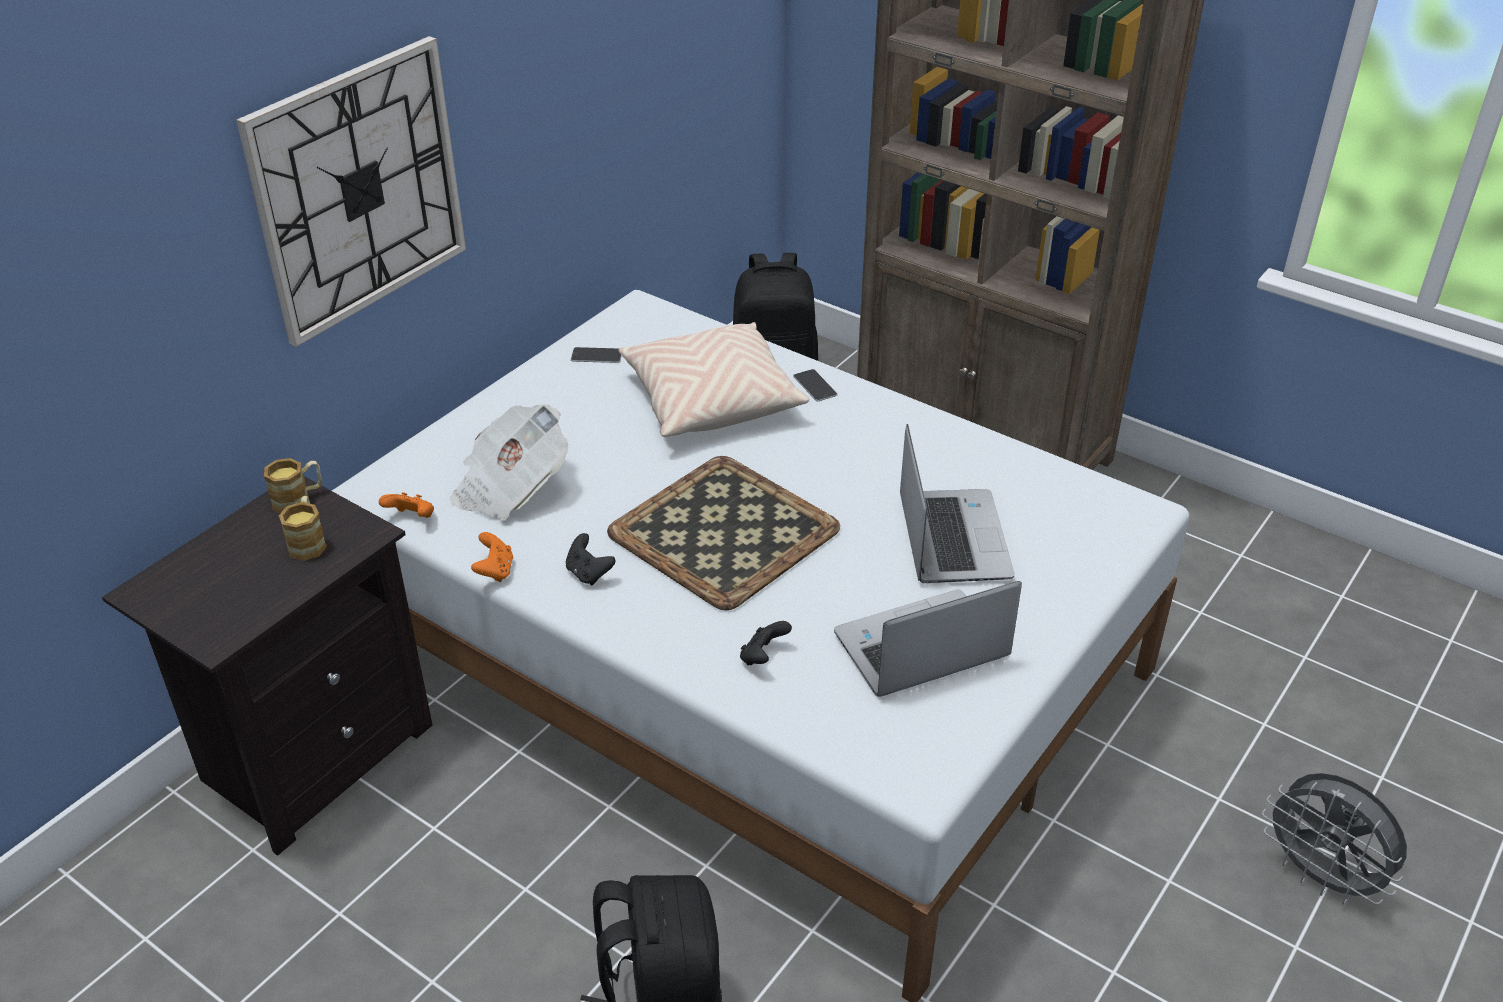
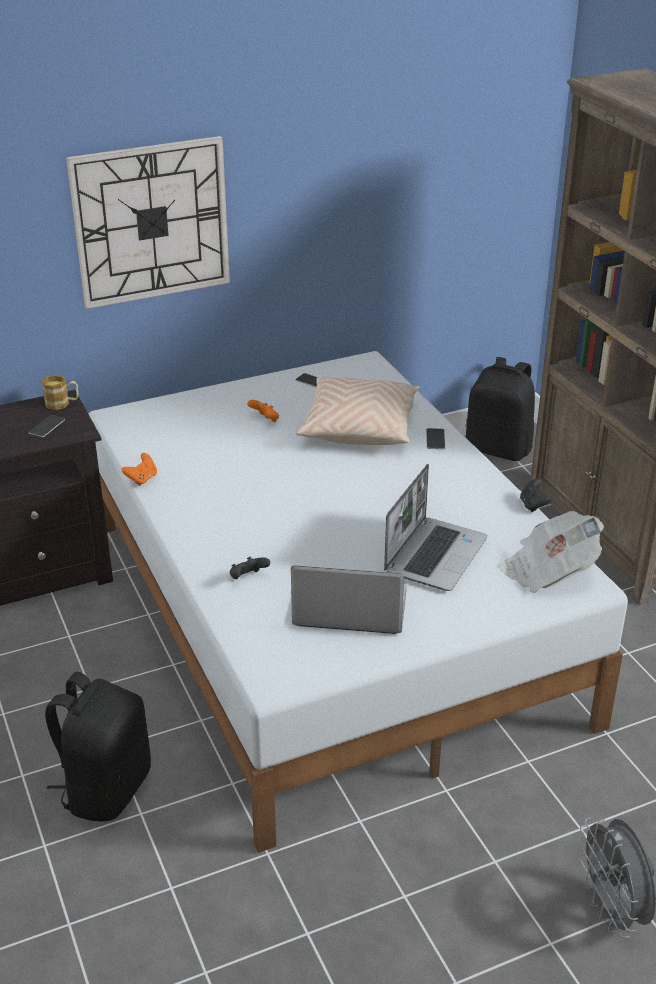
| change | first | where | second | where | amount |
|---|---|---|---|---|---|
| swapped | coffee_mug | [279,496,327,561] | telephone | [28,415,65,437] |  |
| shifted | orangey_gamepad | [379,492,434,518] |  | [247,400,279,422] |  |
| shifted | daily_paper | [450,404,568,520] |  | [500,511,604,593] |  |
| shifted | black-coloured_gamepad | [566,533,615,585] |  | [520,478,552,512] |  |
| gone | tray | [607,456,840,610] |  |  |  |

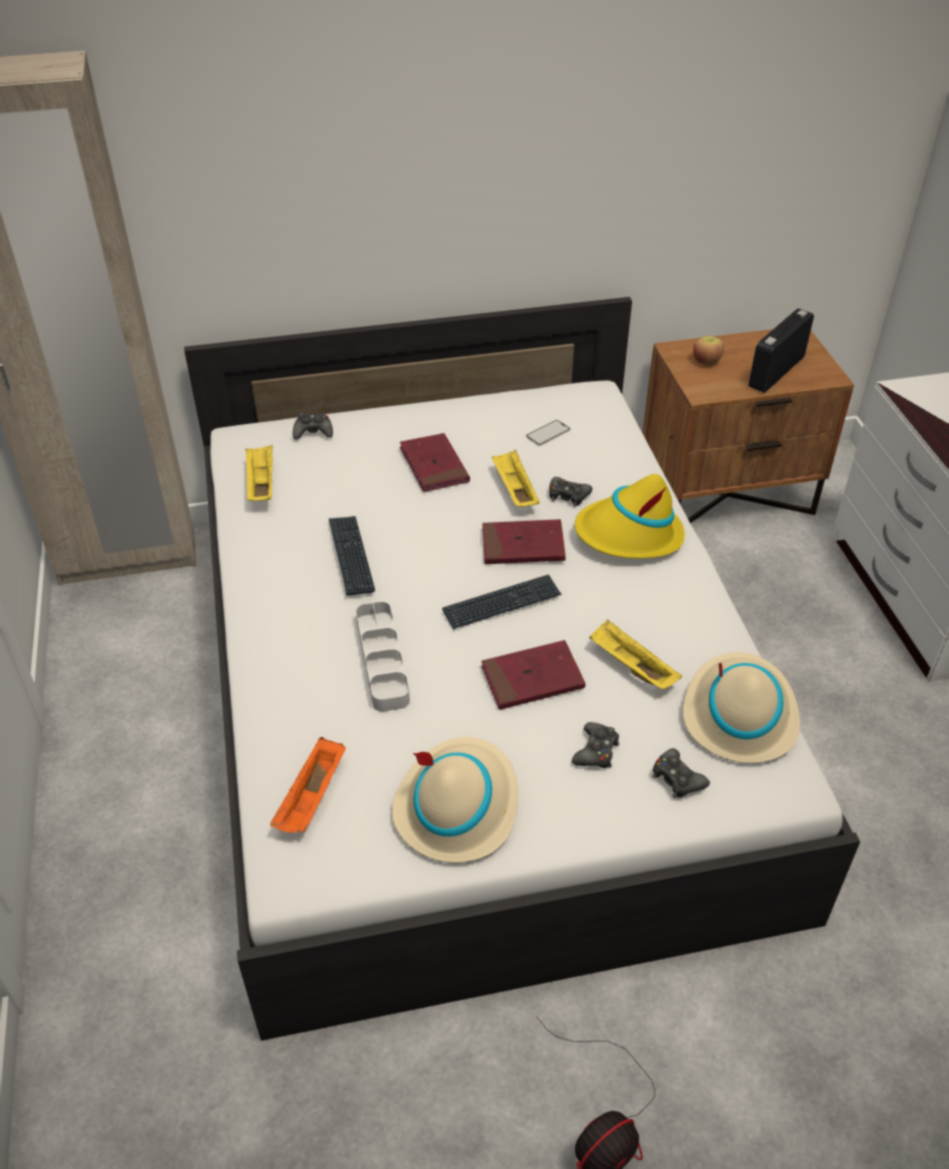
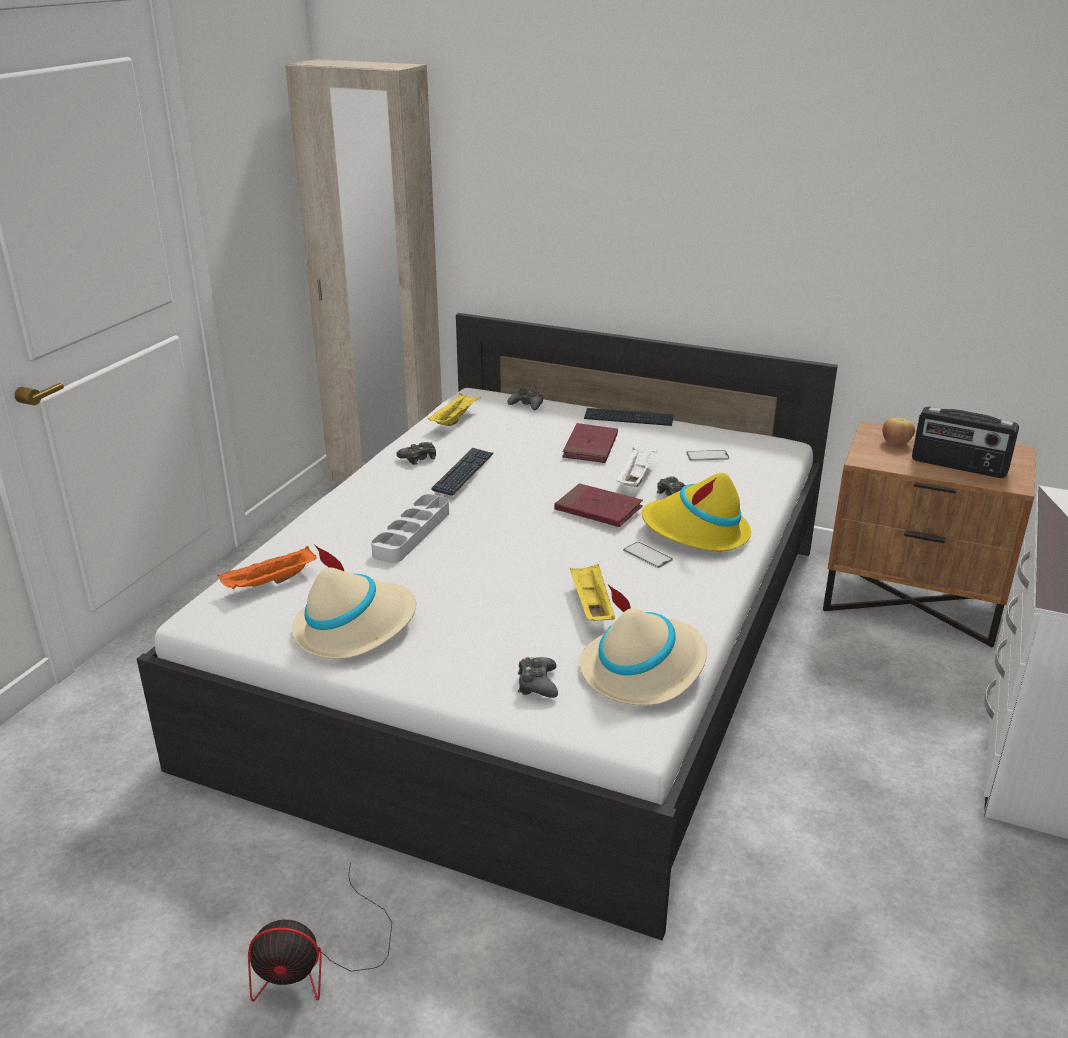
| change | first | where | second | where | amount |
|---|---|---|---|---|---|
| shifted | PC_keyboard | [442,574,561,629] |  | [584,408,674,426] |  |
| gone | red-coloured_book | [481,640,585,710] |  |  |  |
| repainted | yellow-coloured_tray | [492,450,540,507] | white_tray | [616,447,658,487] |  |
| shifted | black-coloured_gamepad | [572,722,619,768] |  | [396,442,436,465] |  |
| rotated | radio_receiver | [749,308,814,393] |  | [912,407,1019,478] | 135 degrees counterclockwise |
| new |  |  | telephone | [623,542,673,568] |  |

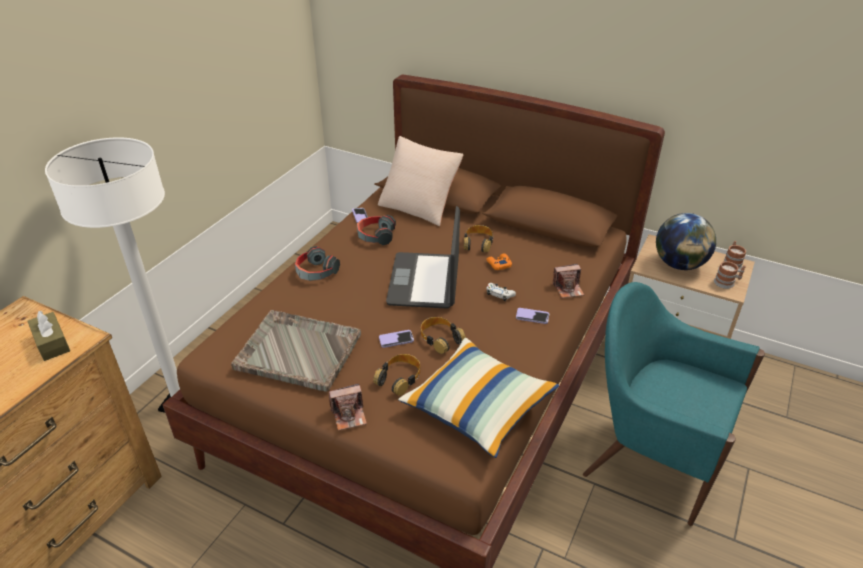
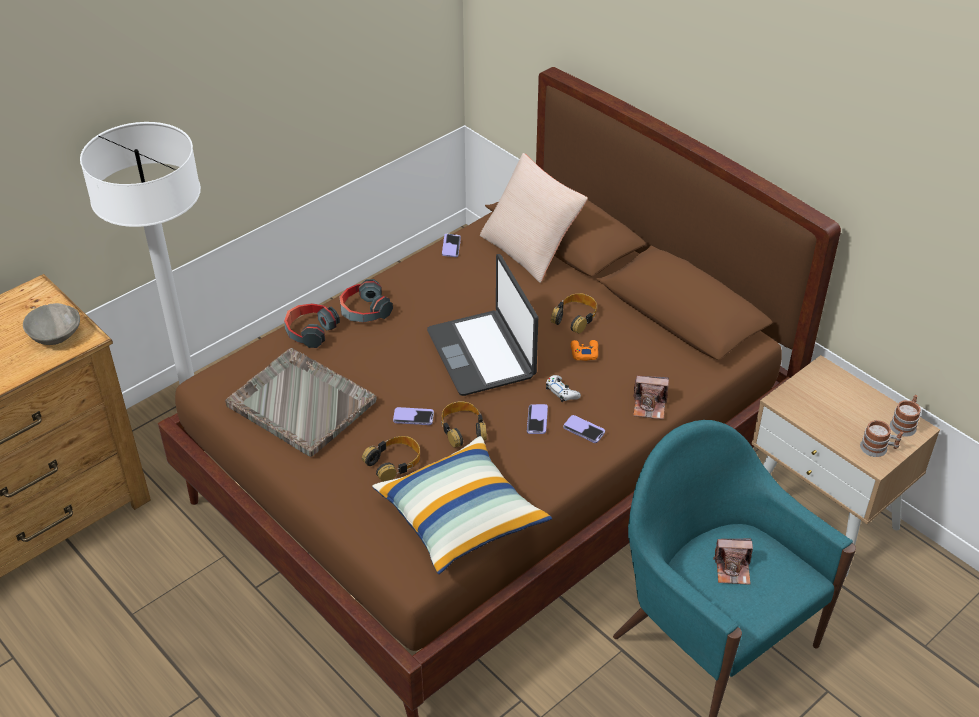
| change | first | where | second | where | amount |
|---|---|---|---|---|---|
| swapped | brown-coloured_box_of_tissues | [27,311,70,361] | grey_deep_dish | [23,303,80,345] |  |
| shifted | photo_camera | [329,383,367,431] |  | [713,539,753,585] |  |
| shifted | headset | [357,215,396,245] |  | [284,303,340,348] |  |
| rotated | laptop | [386,206,460,309] |  | [427,254,538,396] | 45 degrees counterclockwise |
| gone | desk_globe | [656,213,716,270] |  |  |  |
| new |  |  | telephone | [527,404,548,434] |  |

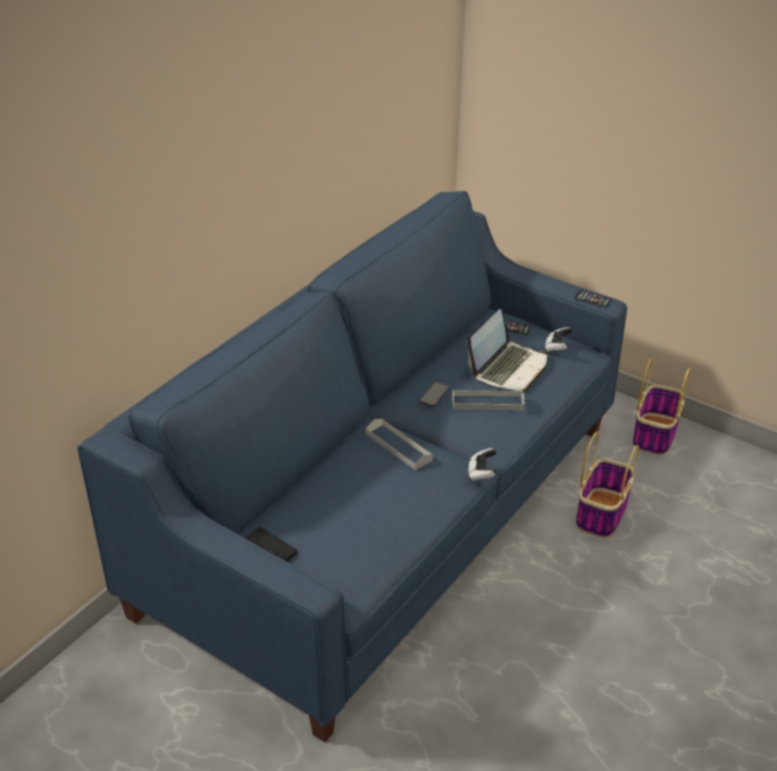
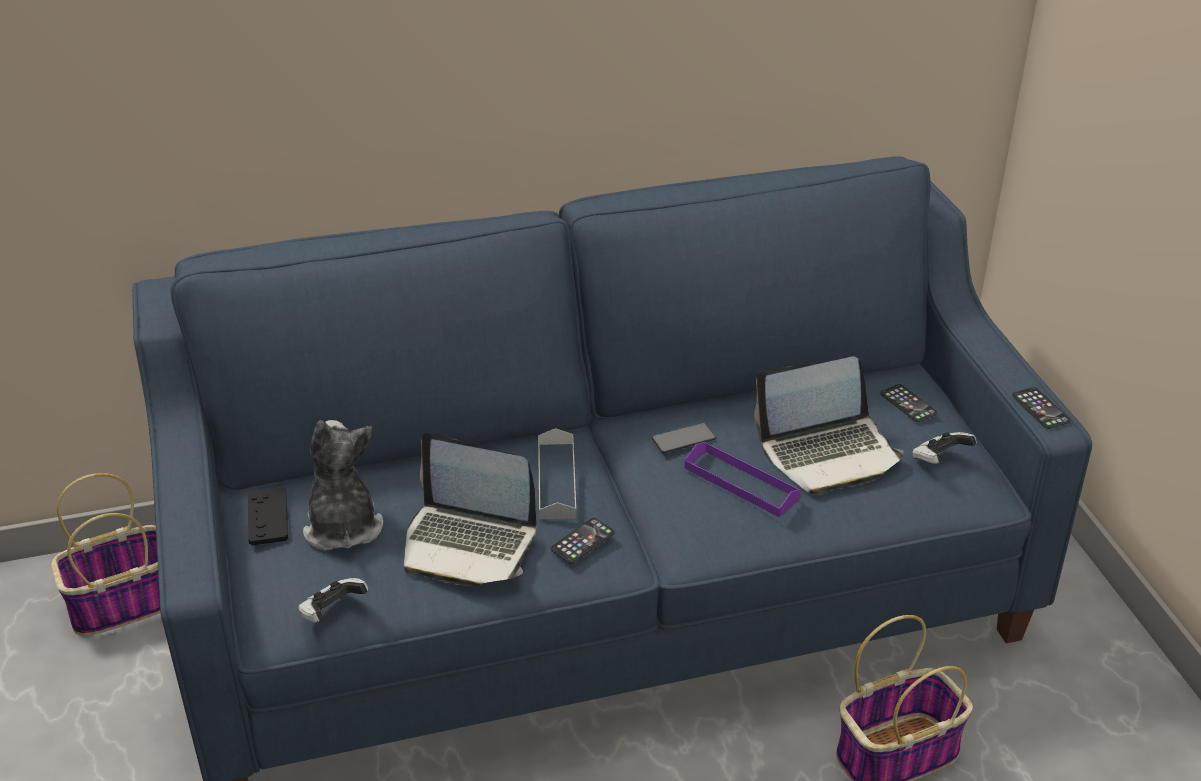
| change | first | where | second | where | amount |
|---|---|---|---|---|---|
| repainted | grey_tray | [452,390,524,410] | purple-coloured_tray | [685,442,801,517] |  |
| shifted | gamepad | [468,448,497,481] |  | [299,578,369,622] |  |
| shifted | storage_basket | [633,358,691,456] |  | [51,473,160,636] |  |
| new |  |  | soft_toy | [303,420,383,551] |  |
| new |  |  | laptop | [404,433,536,586] |  |
| new |  |  | telephone | [551,518,615,564] |  |

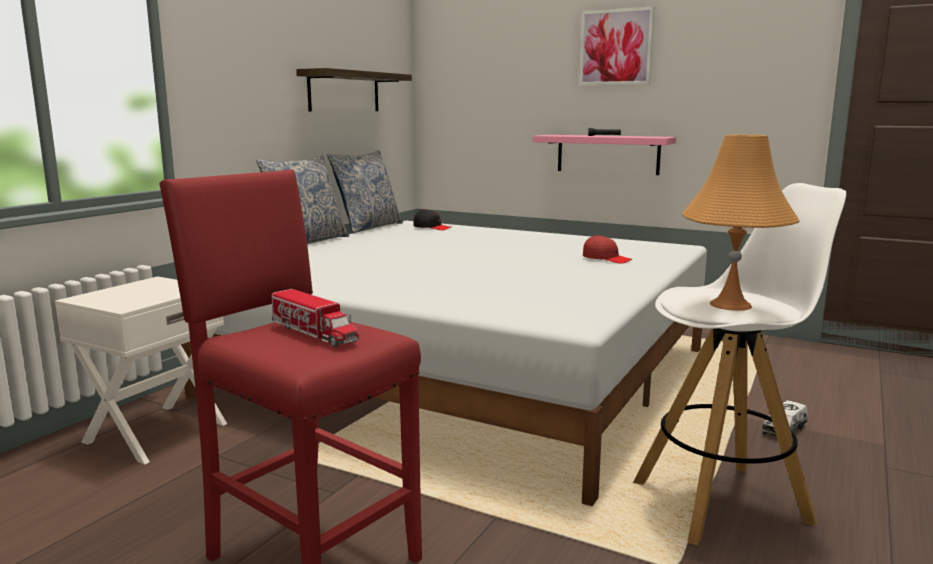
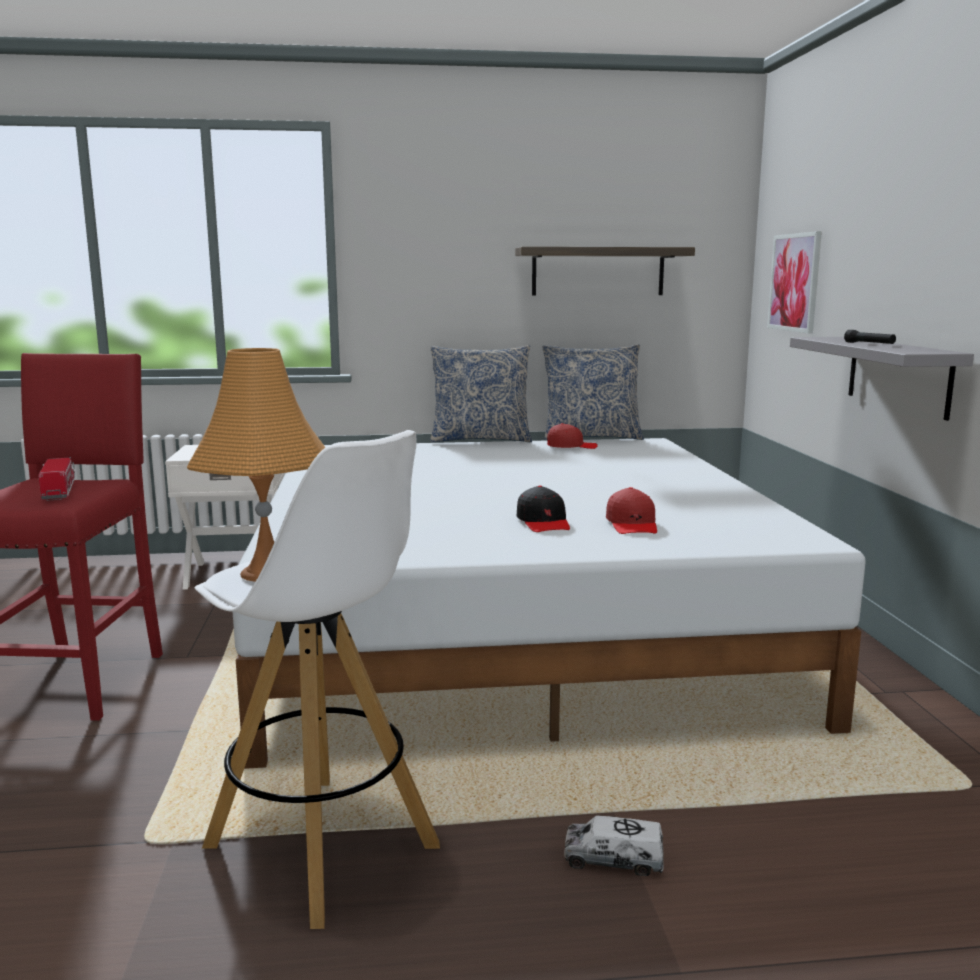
| change | first | where | second | where | amount |
|---|---|---|---|---|---|
| rotated | toy_truck | [271,289,359,347] |  | [38,457,75,501] | 150 degrees clockwise |
| shifted | black-coloured_peaked_cap | [414,209,452,230] |  | [516,486,570,532] |  |
| repainted | pink_wall_shelf | [533,135,676,175] | grey_wall_shelf | [790,337,974,421] |  |
| shifted | picture | [579,7,654,85] |  | [767,231,822,334] |  |
| new |  |  | red-coloured_peaked_cap | [547,423,598,449] |  |

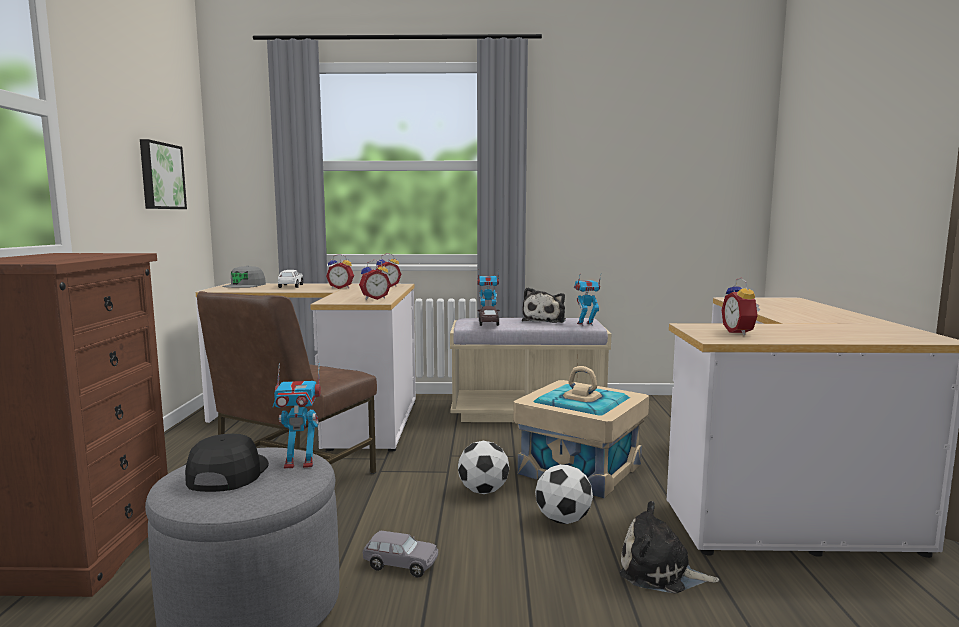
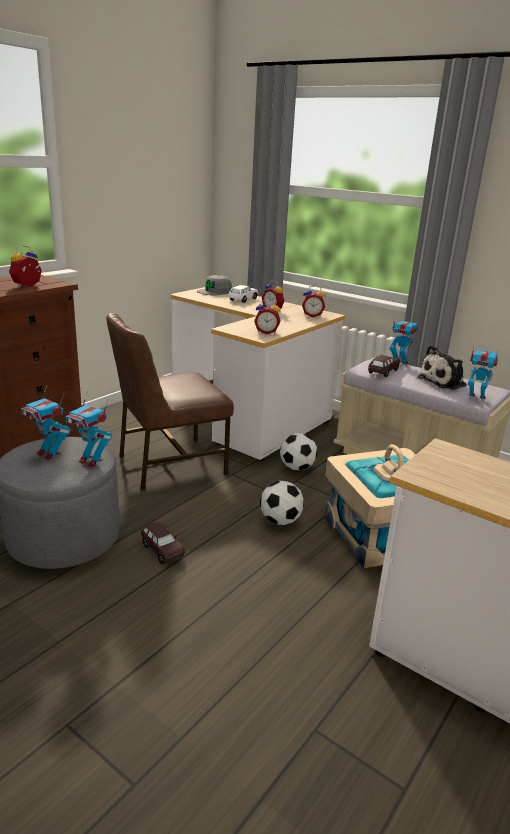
| change | first | where | second | where | amount |
|---|---|---|---|---|---|
| gone | picture | [140,139,187,209] |  |  |  |
| swapped | black-coloured_peaked_cap | [185,434,269,492] | robot_figure | [21,386,71,460] |  |
| repainted | grey_model_car | [363,531,438,578] | brown-coloured_model_car | [141,522,185,564] |  |
| shifted | football | [535,464,593,524] |  | [280,433,317,470] |  |
| gone | soft_toy | [620,501,719,594] |  |  |  |
| shifted | table_clock | [721,278,760,335] |  | [9,245,42,288] |  |

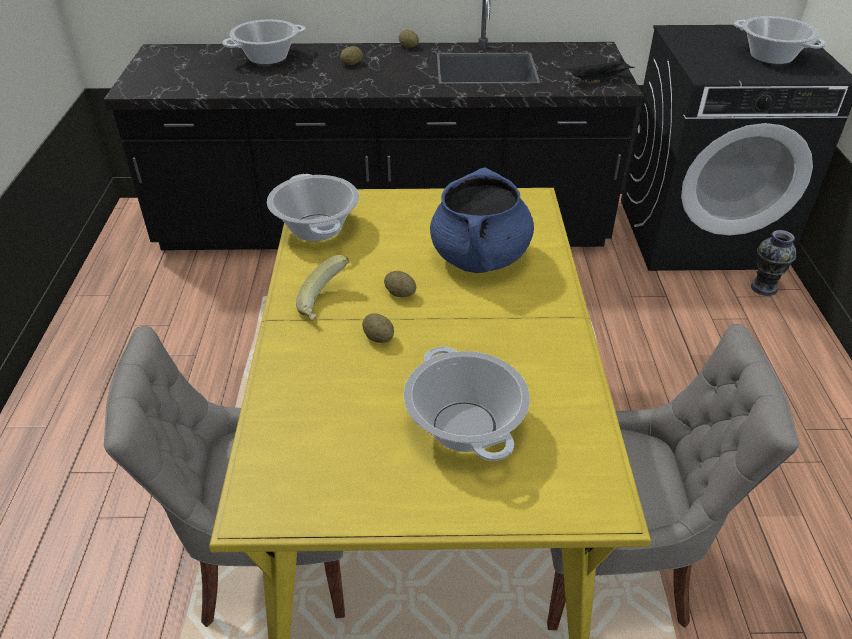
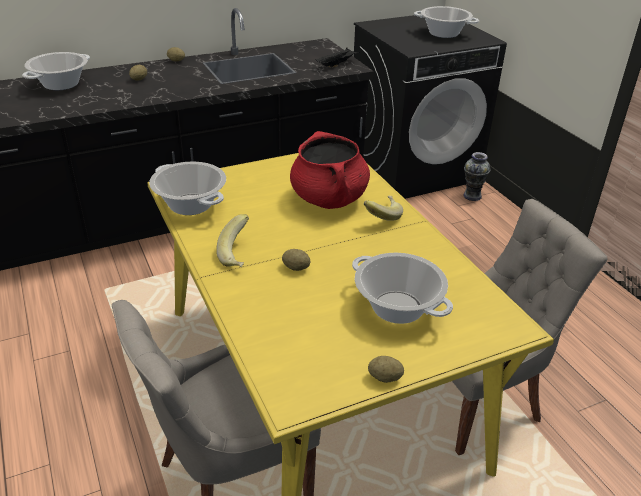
| change | first | where | second | where | amount |
|---|---|---|---|---|---|
| shifted | whole_potato | [384,271,416,297] |  | [368,356,404,383] |  |
| repainted | bluish_stockpot | [430,167,534,273] | red-coloured_stockpot | [290,131,370,209] |  |
| new |  |  | banana | [364,196,403,221] |  |

